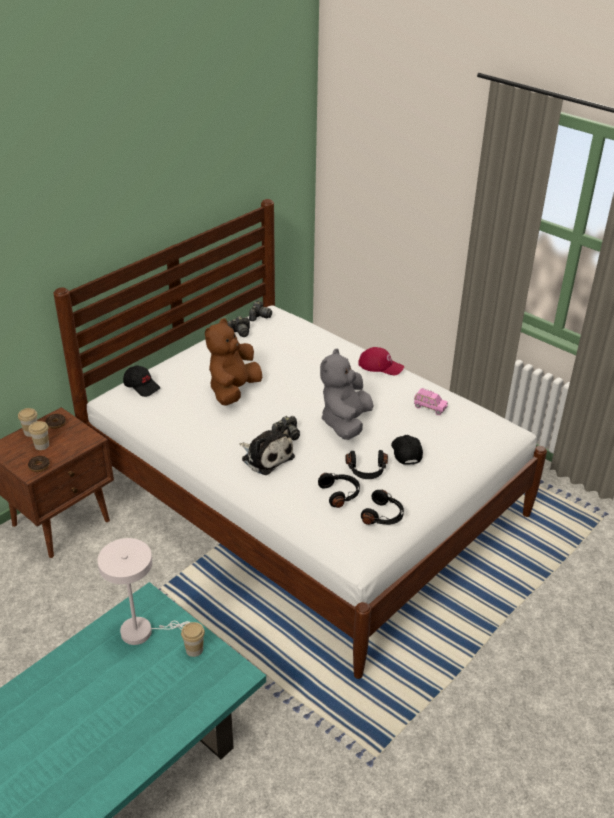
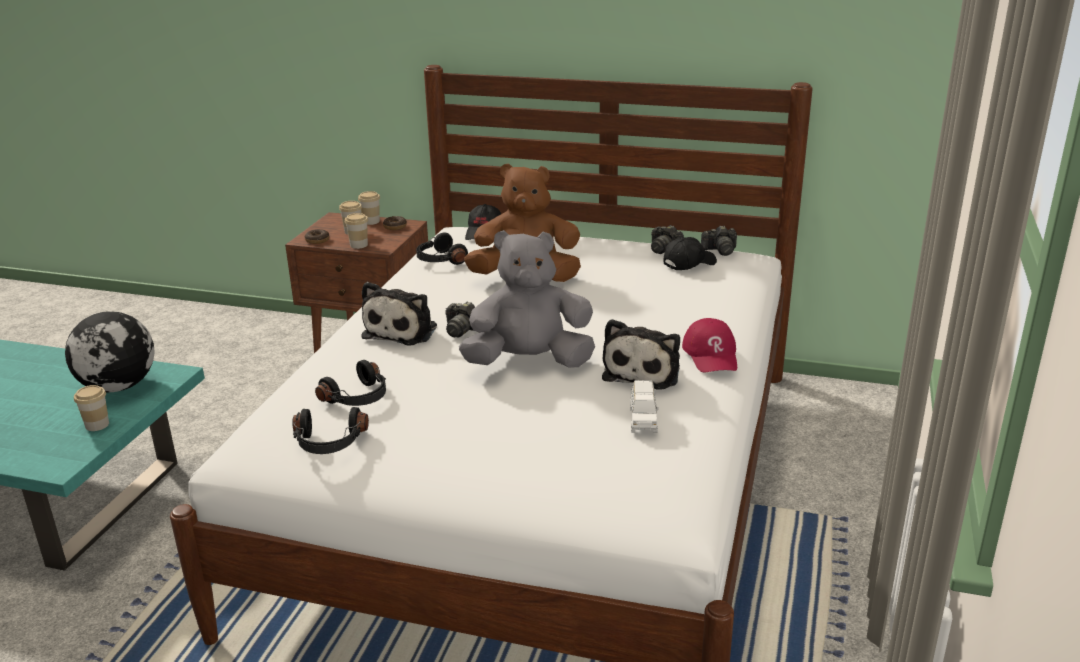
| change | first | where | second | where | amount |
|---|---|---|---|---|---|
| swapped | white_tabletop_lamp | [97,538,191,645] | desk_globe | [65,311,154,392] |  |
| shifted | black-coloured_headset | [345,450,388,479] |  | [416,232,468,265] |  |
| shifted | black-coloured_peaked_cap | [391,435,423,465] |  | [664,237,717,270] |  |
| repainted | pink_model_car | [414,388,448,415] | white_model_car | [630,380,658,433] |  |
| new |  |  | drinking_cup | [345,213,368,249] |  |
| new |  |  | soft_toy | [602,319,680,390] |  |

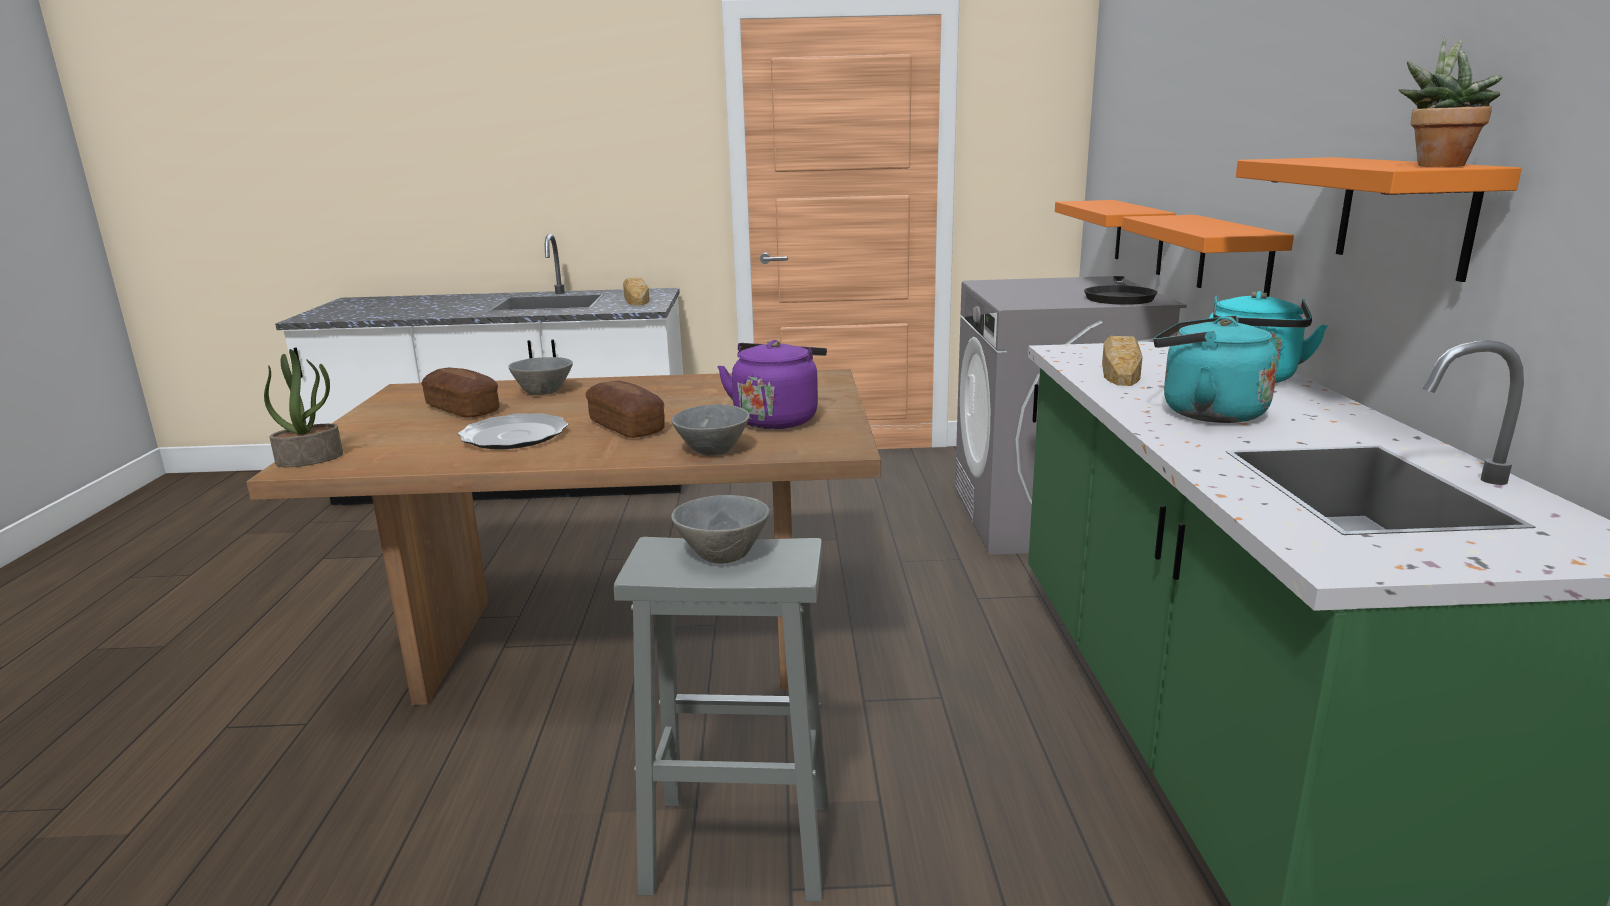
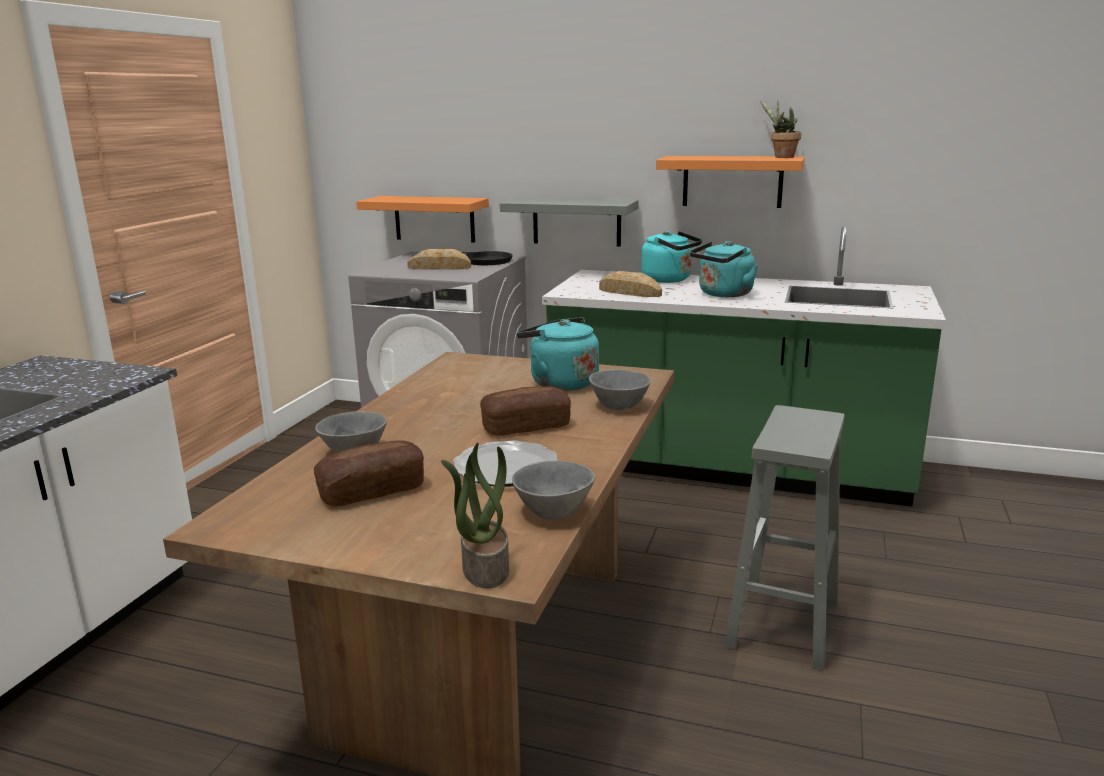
| change | first | where | second | where | amount |
|---|---|---|---|---|---|
| shifted | bakery_bread | [623,277,650,305] |  | [407,249,471,270] |  |
| shifted | grey_deep_dish | [671,495,769,564] |  | [512,461,595,520] |  |
| repainted | purple-coloured_kettle | [718,340,827,429] | turquoise-coloured_kettle | [517,317,599,391] |  |
| repainted | orangey_wall_shelf | [1122,215,1294,297] | grey_wall_shelf | [500,197,639,247] |  |

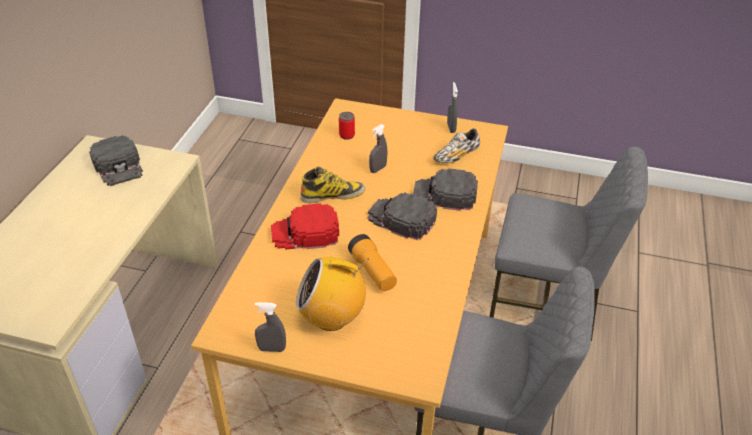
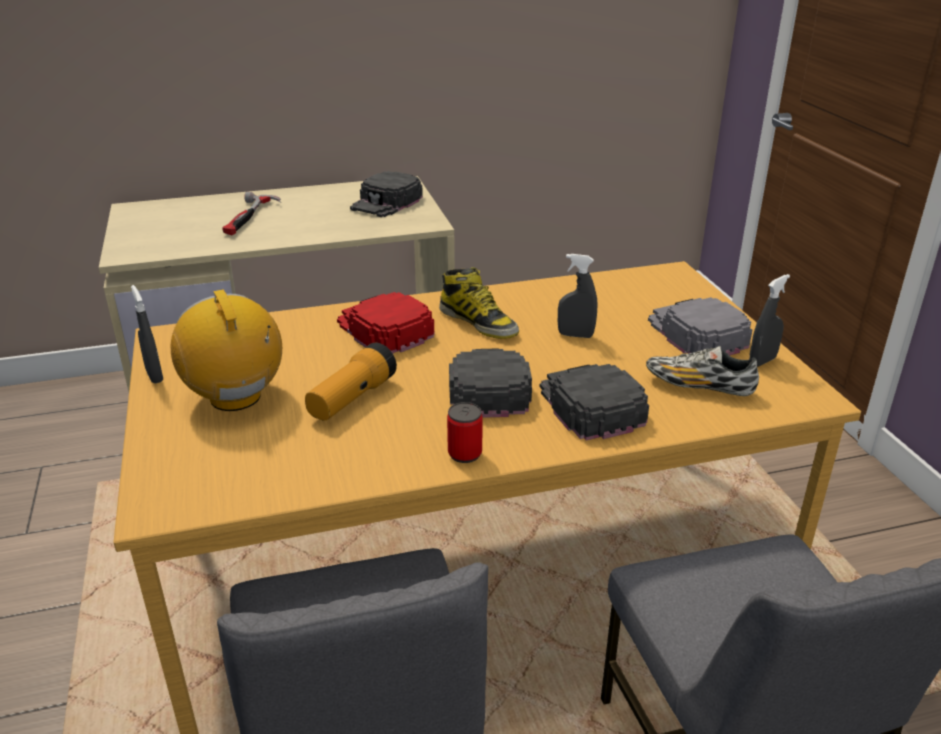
| change | first | where | second | where | amount |
|---|---|---|---|---|---|
| shifted | metal_can | [339,112,355,140] |  | [447,402,483,463] |  |
| new |  |  | hammer | [222,192,282,236] |  |
| new |  |  | grey_peaked_cap | [648,297,752,355] |  |

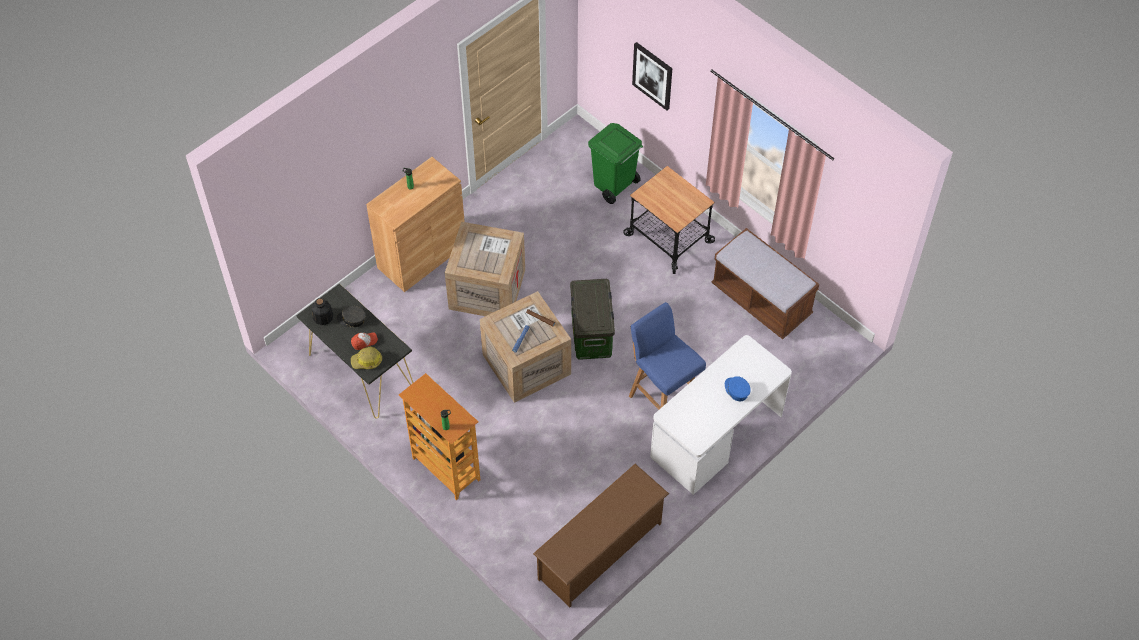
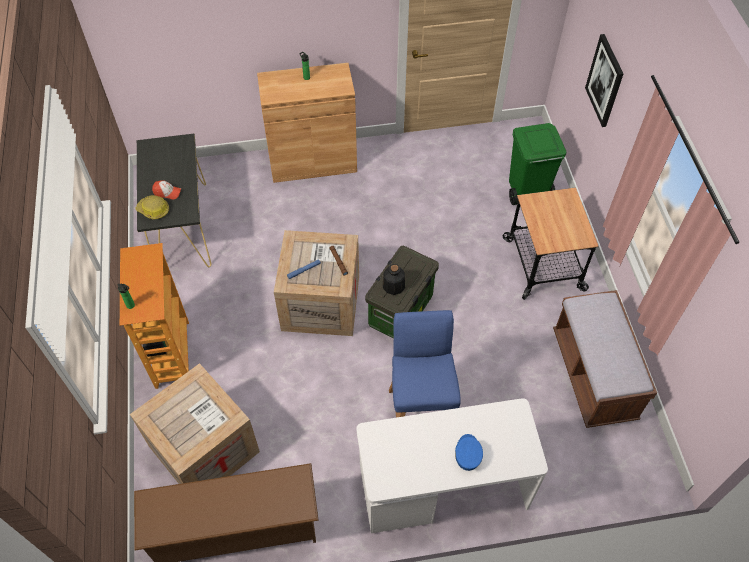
| change | first | where | second | where | amount |
|---|---|---|---|---|---|
| shifted | beverage_bottle | [312,298,333,325] |  | [383,264,405,295] |  |
| gone | grey_peaked_cap | [336,306,366,327] |  |  |  |
| shifted | crate | [445,222,525,316] |  | [130,363,260,484] |  |

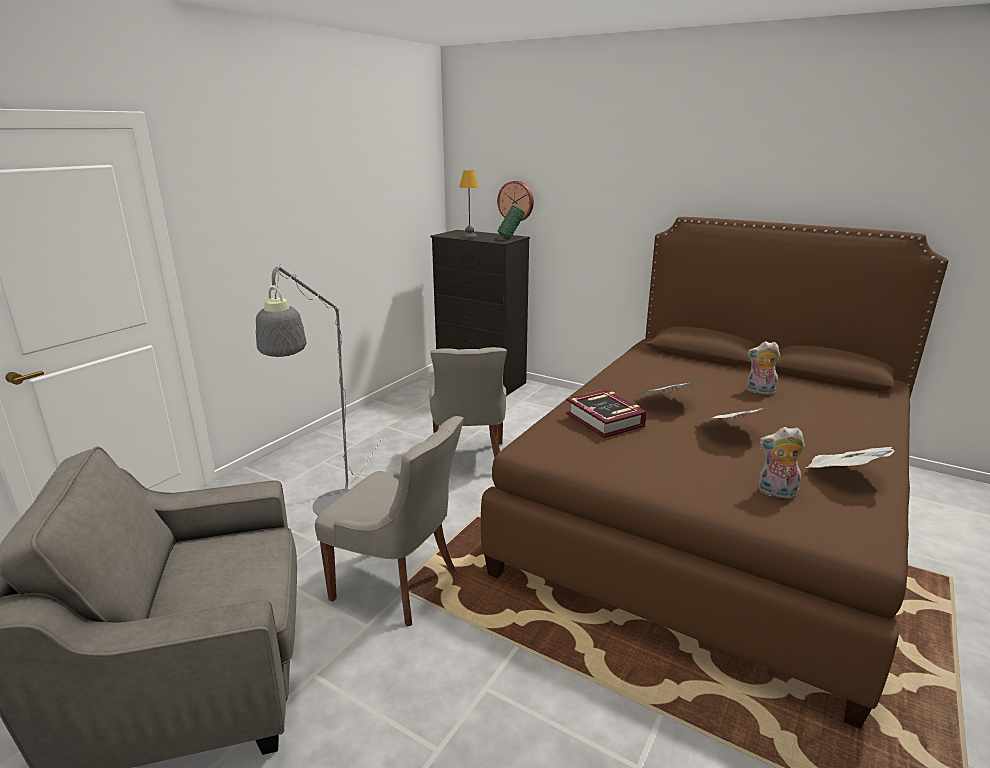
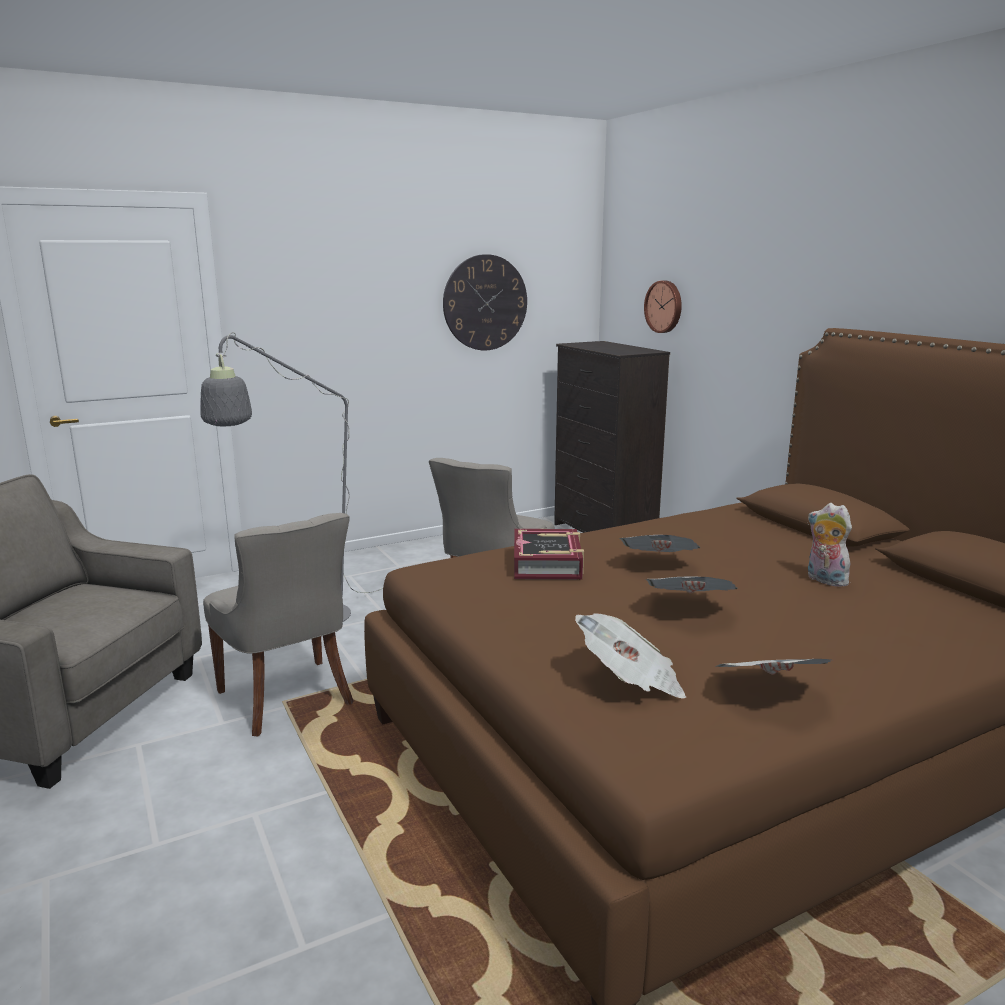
| change | first | where | second | where | amount |
|---|---|---|---|---|---|
| gone | tabletop_lamp | [460,170,478,239] |  |  |  |
| gone | greenish_flower_vase | [497,205,525,239] |  |  |  |
| swapped | soft_toy | [758,427,805,498] | daily_paper | [575,613,686,699] |  |
| new |  |  | wall_clock | [443,254,527,351] |  |

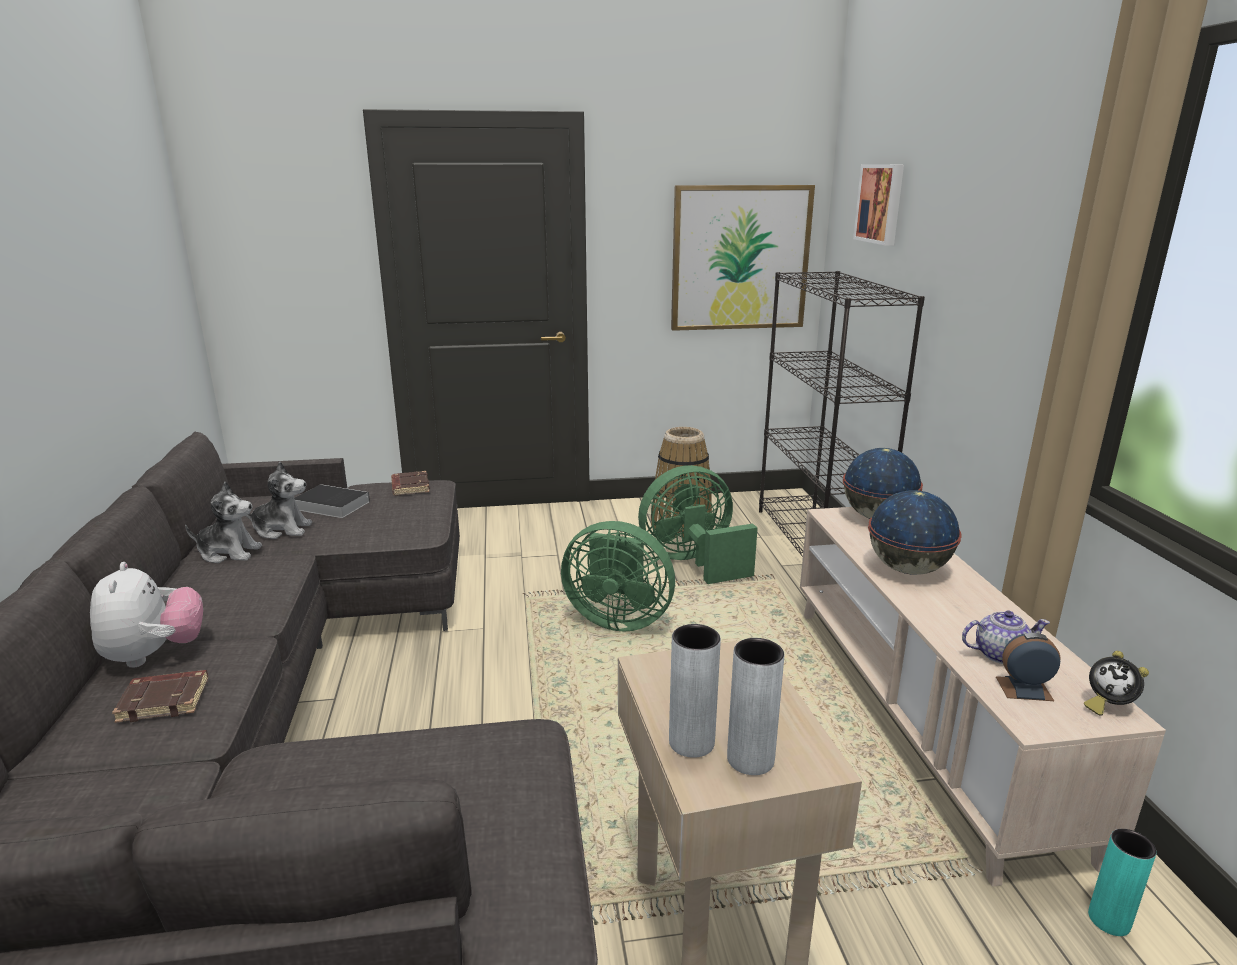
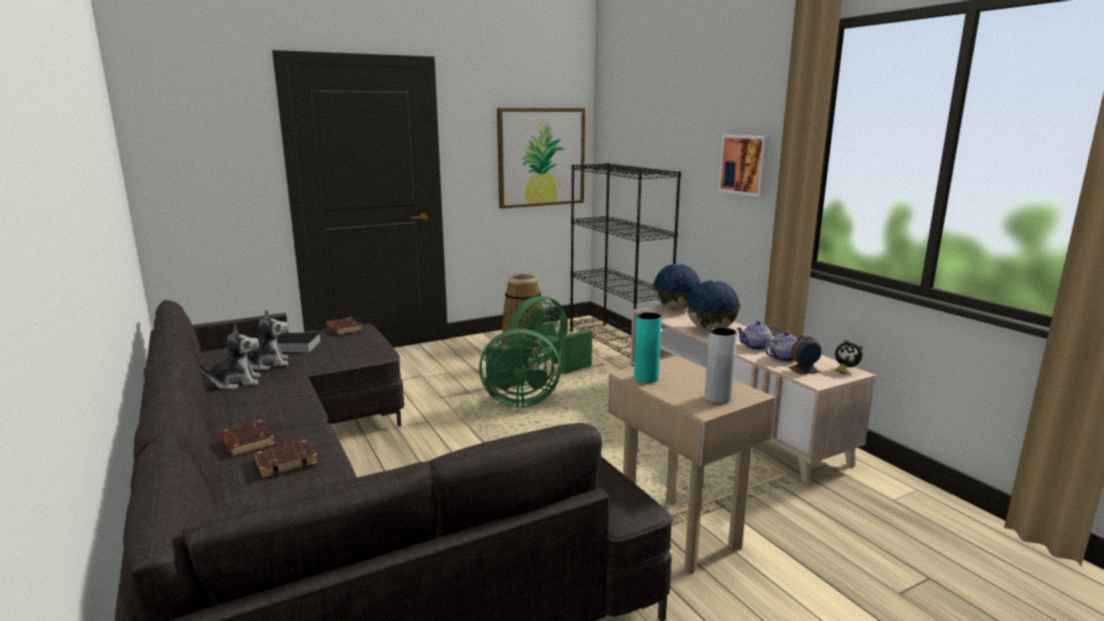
| change | first | where | second | where | amount |
|---|---|---|---|---|---|
| swapped | soft_toy | [90,562,203,668] | brown-coloured_book | [219,420,275,456] |  |
| gone | grey_flower_vase | [669,624,721,758] |  |  |  |
| shifted | picture | [853,164,904,246] |  | [718,135,770,197] |  |
| shifted | turquoise-coloured_flower_vase | [1088,829,1157,936] |  | [634,312,662,383] |  |
| new |  |  | teapot | [736,321,779,350] |  |

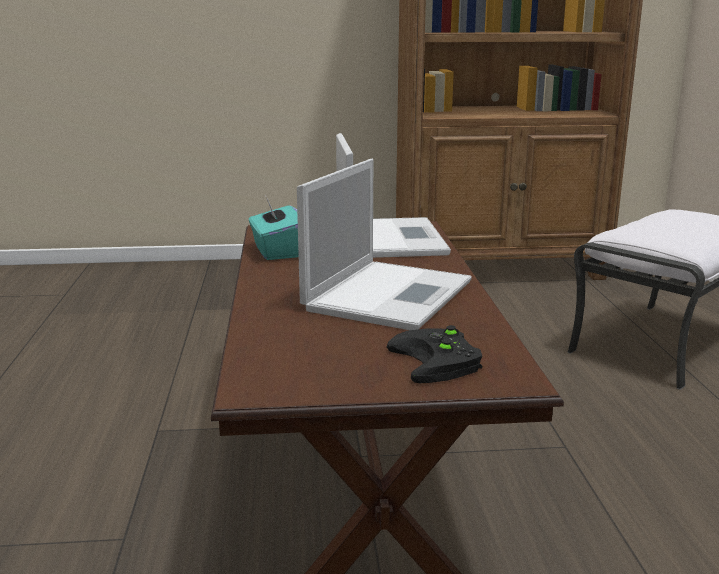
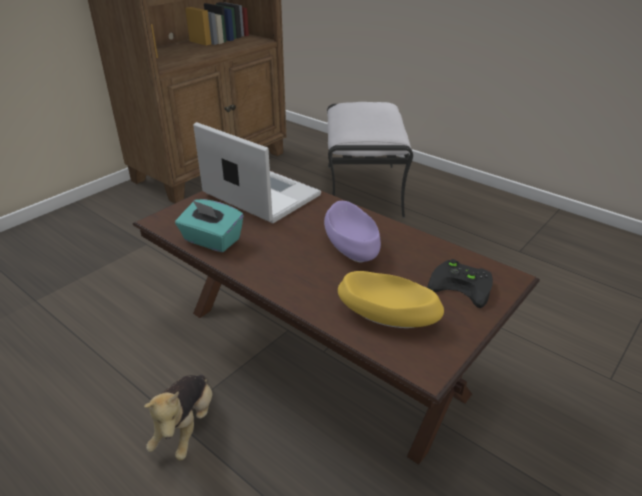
| change | first | where | second | where | amount |
|---|---|---|---|---|---|
| swapped | laptop | [297,159,472,330] | purple-coloured_deep_dish | [324,201,381,262] |  |
| new |  |  | soft_toy | [144,375,213,461] |  |
| new |  |  | yellow-coloured_deep_dish | [338,271,444,328] |  |

